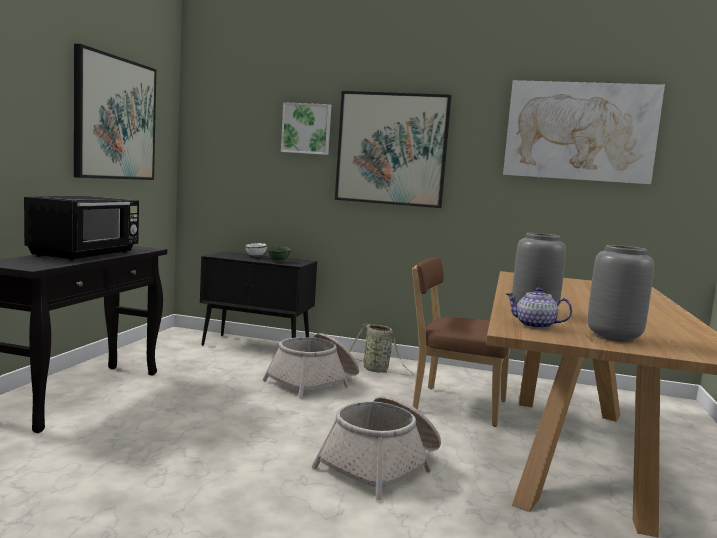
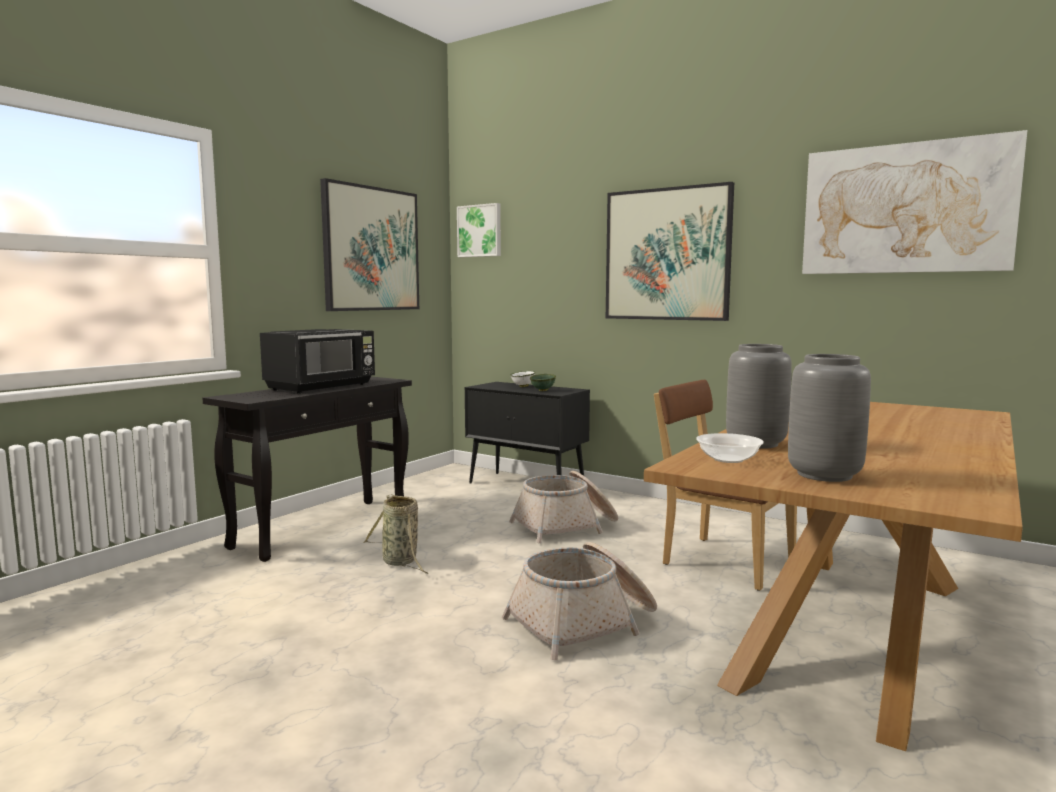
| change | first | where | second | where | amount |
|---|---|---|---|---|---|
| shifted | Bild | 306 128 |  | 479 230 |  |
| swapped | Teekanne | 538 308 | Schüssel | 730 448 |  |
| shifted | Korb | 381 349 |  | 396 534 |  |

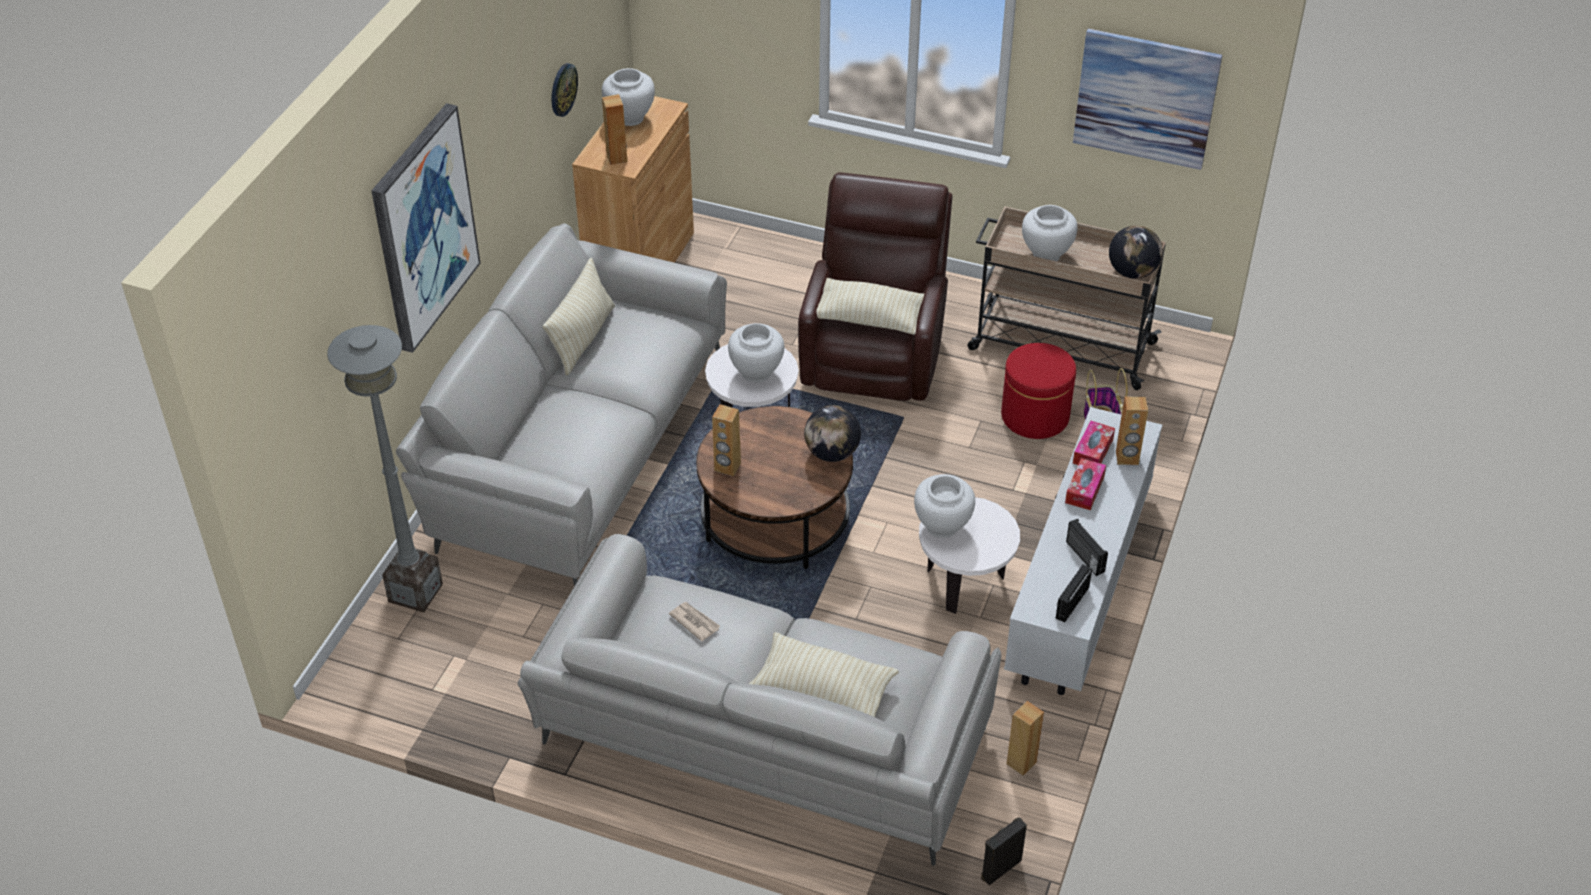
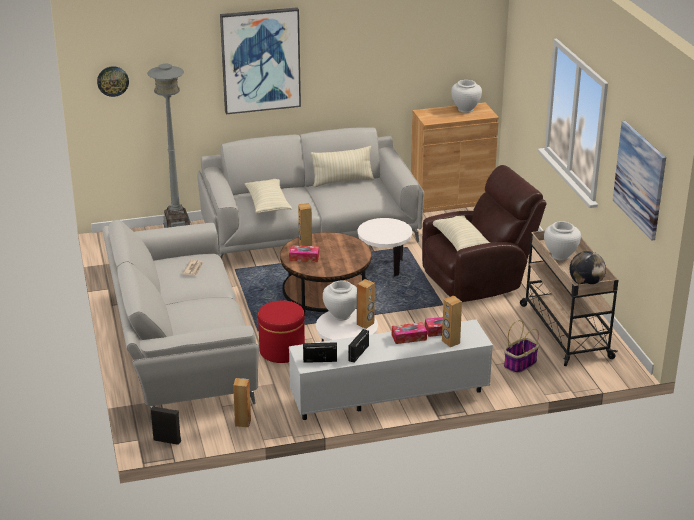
| change | first | where | second | where | amount |
|---|---|---|---|---|---|
| shifted | Wanduhr | 564 90 |  | 113 81 |  |
| shifted | Lautsprecher/braun | 614 129 |  | 366 304 |  |
| gone | Vase/weiß | 756 352 |  |  |  |
| shifted | Polsterhocker/rot | 1038 391 |  | 281 332 |  |
| gone | Globus | 832 433 |  |  |  |
| shifted | Kissen/beige | 824 674 |  | 268 196 |  |
| new |  |  | Taschentuchbox | 304 253 |  |

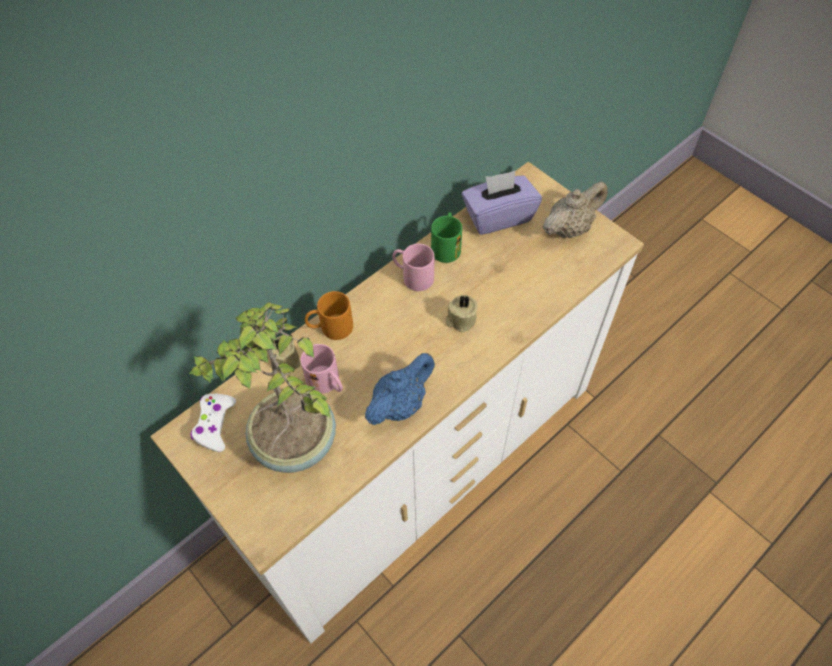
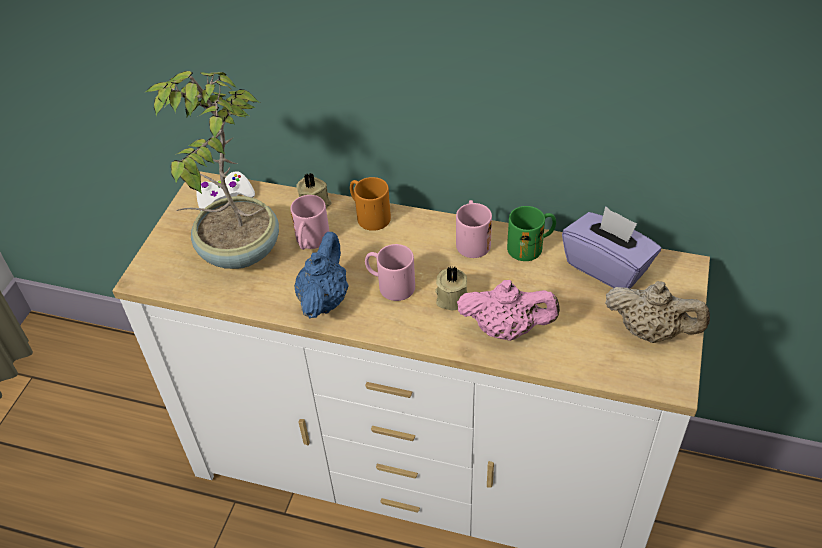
| change | first | where | second | where | amount |
|---|---|---|---|---|---|
| rotated | Teekanne/blau | 400 389 |  | 321 275 | 90 degrees counterclockwise |
| new |  |  | Henkelbecher/rosa | 390 272 |  |
| new |  |  | Teekanne/rosa | 508 310 |  |

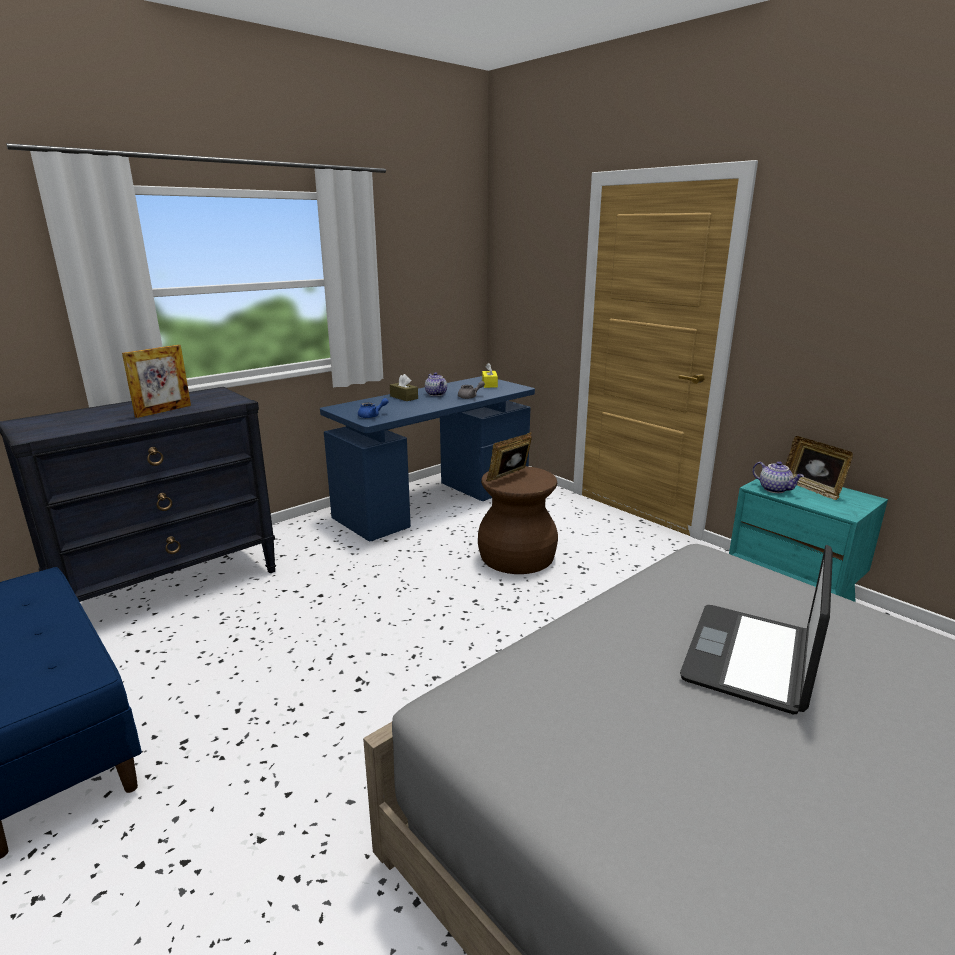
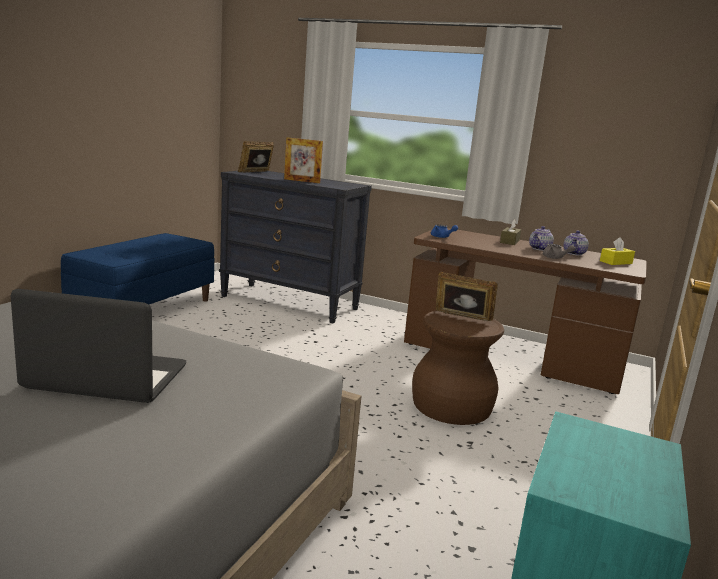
| change | first | where | second | where | amount |
|---|---|---|---|---|---|
| repainted | Schreibtisch/blau | 427 458 | Schreibtisch/braun | 525 311 |  |
| shifted | Bilderrahmen | 819 468 |  | 256 156 |  |
| shifted | Teekanne | 778 477 |  | 576 243 |  |

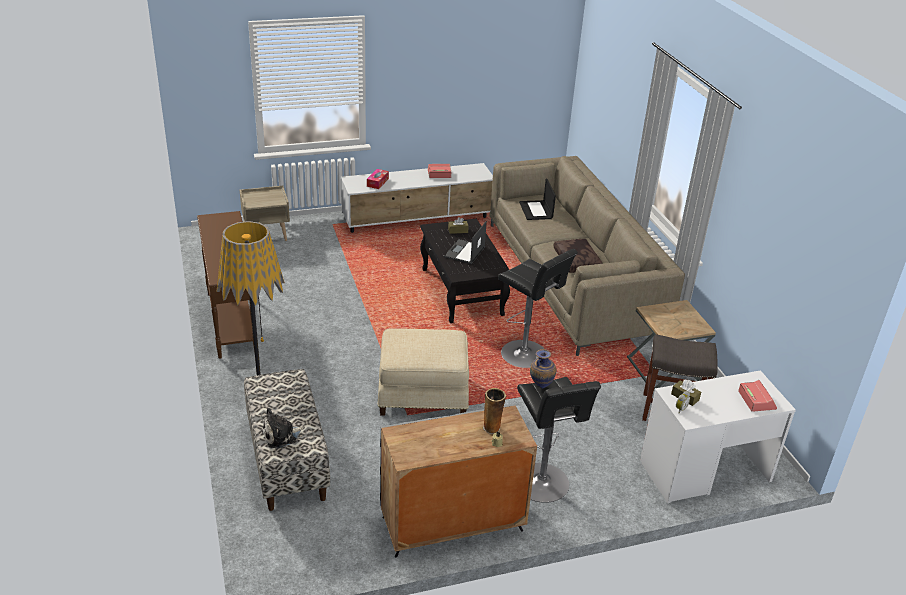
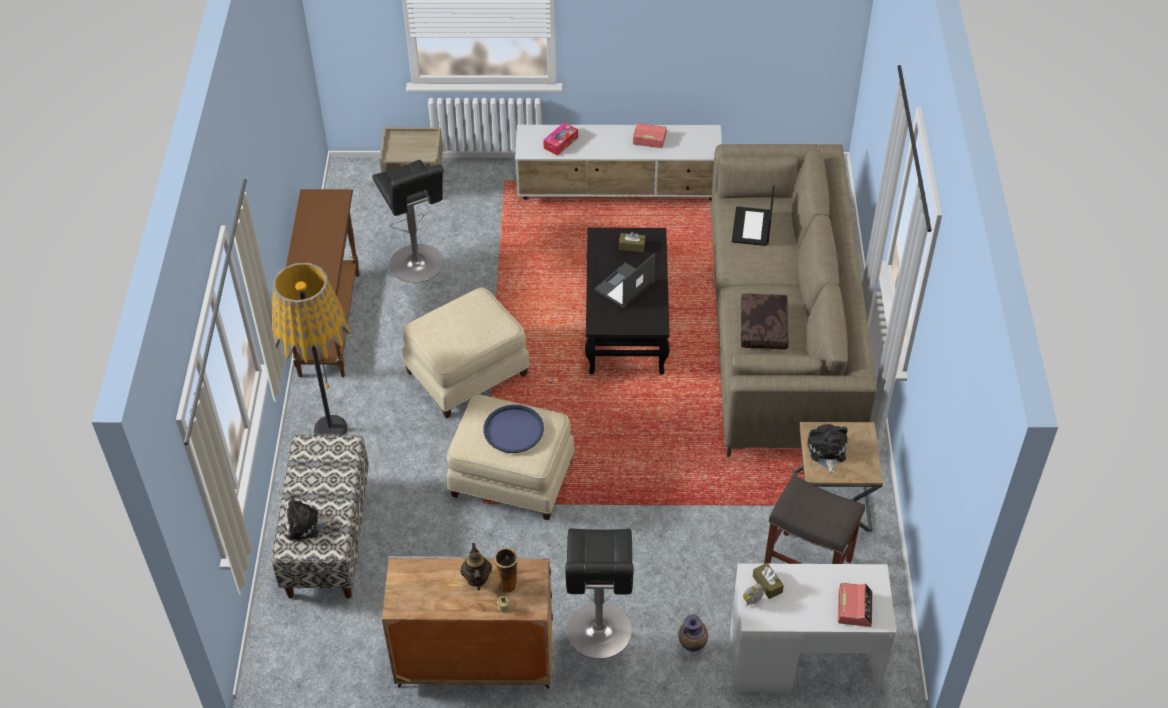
| change | first | where | second | where | amount |
|---|---|---|---|---|---|
| shifted | Hocker/schwarz | 538 308 |  | 408 221 |  |
| shifted | Vase | 543 369 |  | 693 633 |  |
| new |  |  | Polsterhocker/beige | 466 353 |  |
| new |  |  | Tablett/blau | 513 429 |  |
| new |  |  | Plüschtier | 827 449 |  |
| new |  |  | Teekanne | 476 566 |  |

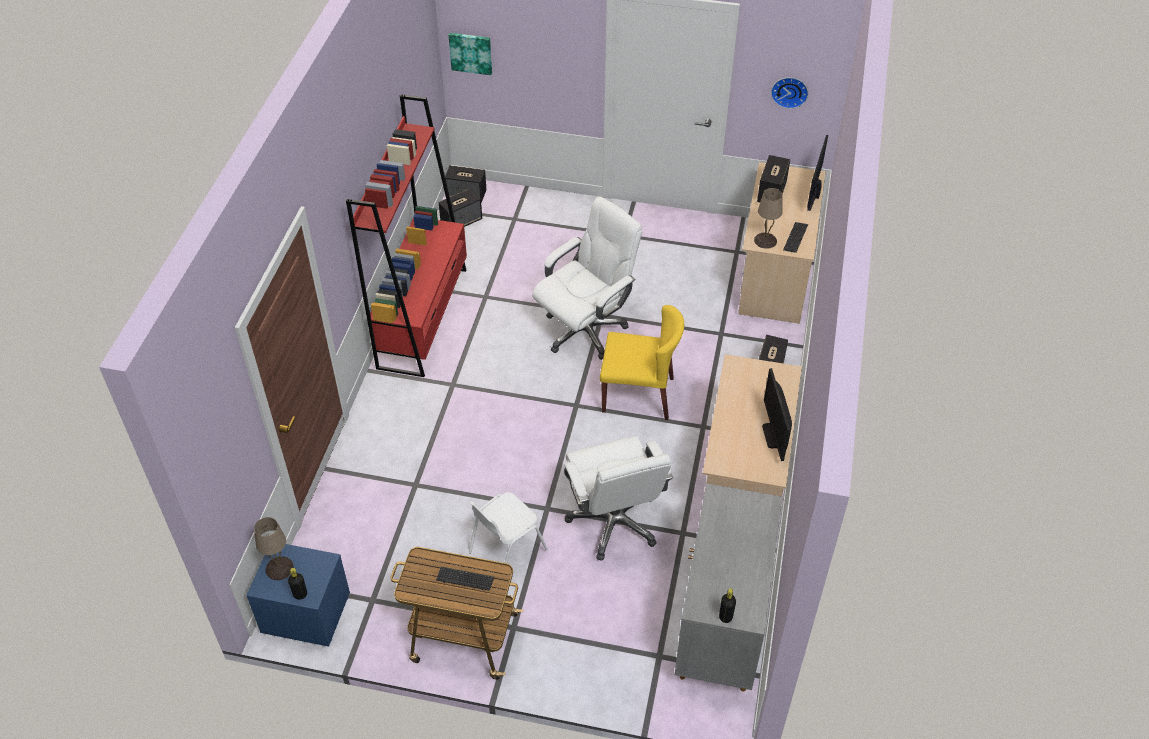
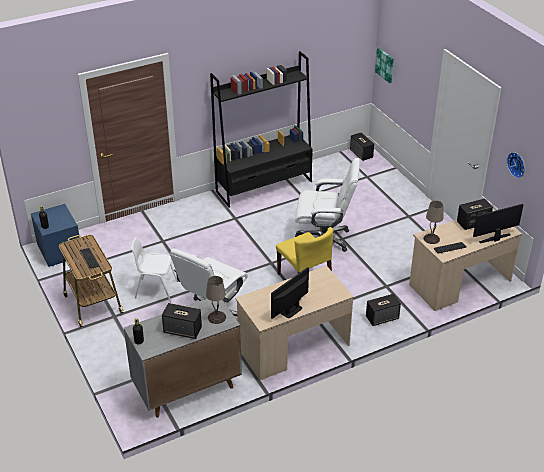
| change | first | where | second | where | amount |
|---|---|---|---|---|---|
| repainted | Bücherregal/rot | 406 235 | Bücherregal/schwarz | 261 129 |  |
| shifted | Lautsprecher | 460 207 |  | 182 321 |  |
| shifted | Tischlampe/beige | 274 548 |  | 216 300 |  |

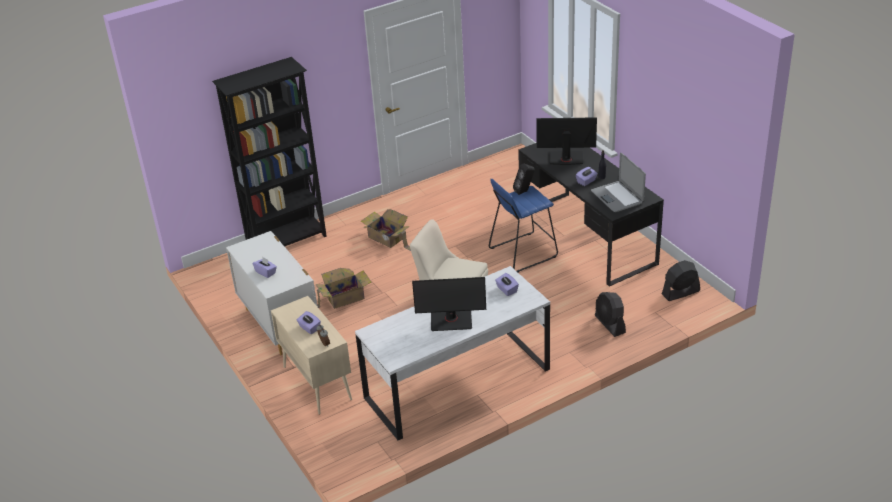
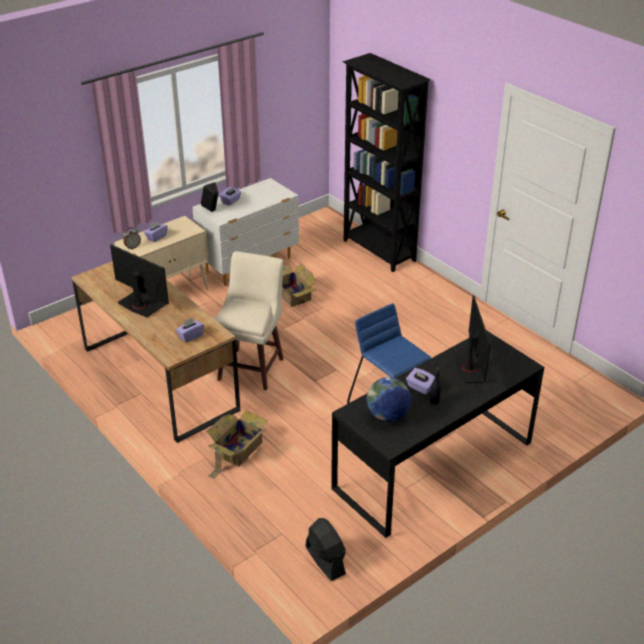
| change | first | where | second | where | amount |
|---|---|---|---|---|---|
| swapped | Laptop | 618 182 | Globus | 389 399 |  |
| shifted | Lautsprecher/schwarz | 524 179 |  | 209 197 |  |
| shifted | Karton | 386 230 |  | 237 445 |  |
| repainted | Schreibtisch/weiß | 452 353 | Schreibtisch/braun | 156 348 |  |
| rotated | Monitor | 449 304 |  | 139 280 | 135 degrees clockwise |
| gone | Ventilator/schwarz | 610 314 |  |  |  |

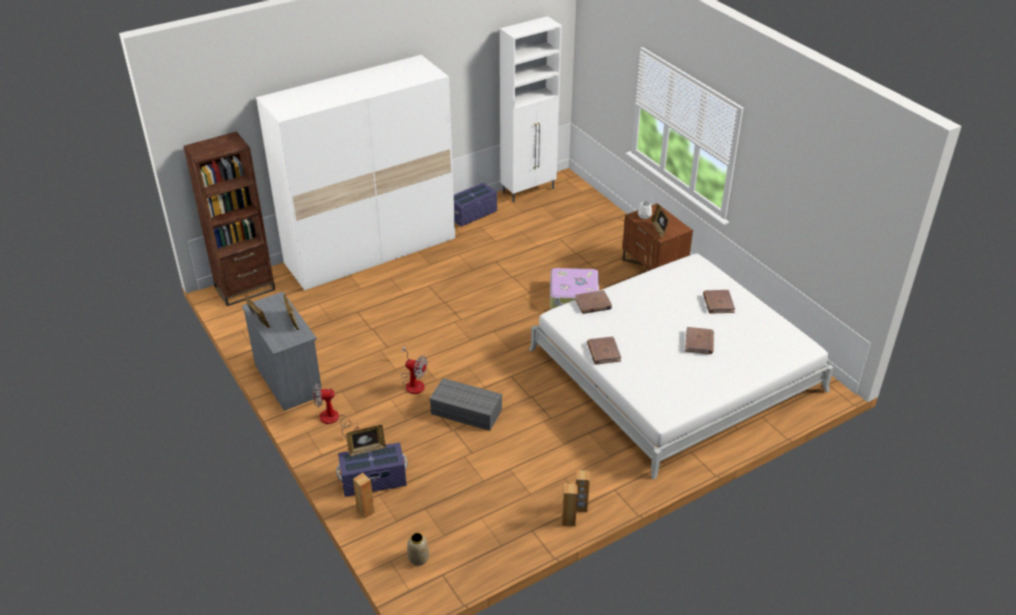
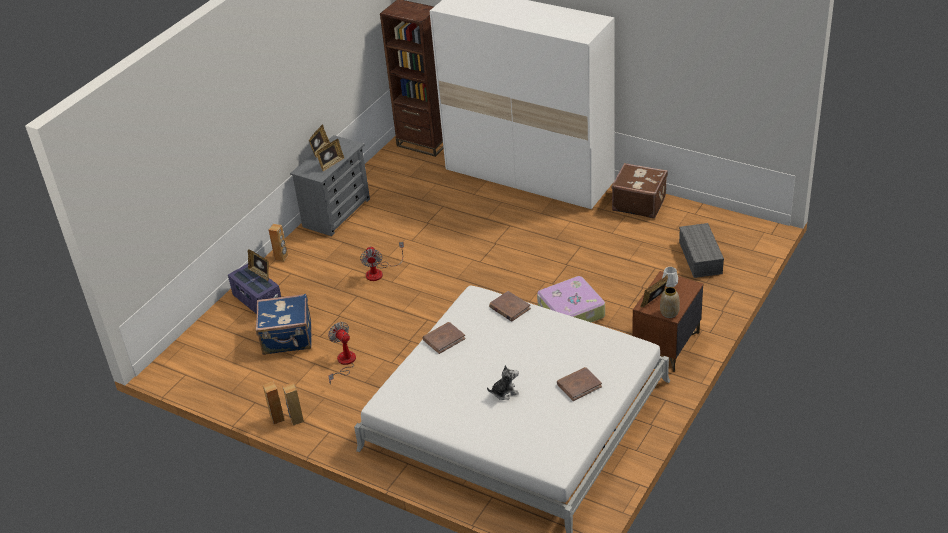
| change | first | where | second | where | amount |
|---|---|---|---|---|---|
| gone | Schrank/weiß | 531 109 |  |  |  |
| swapped | Aufbewahrungsbox/lila | 475 205 | Koffer/braun | 639 190 |  |
| swapped | Buch/braun | 699 340 | Plüschtier | 503 382 |  |
| shifted | Aufbewahrungsbox/grau | 466 404 |  | 701 250 |  |
| shifted | Ventilator | 336 410 |  | 342 353 |  |
| shifted | Lautsprecher/braun | 364 495 |  | 278 242 |  |
| shifted | Vase | 418 549 |  | 670 302 |  |
| new |  |  | Koffer/blau | 284 324 |  |

